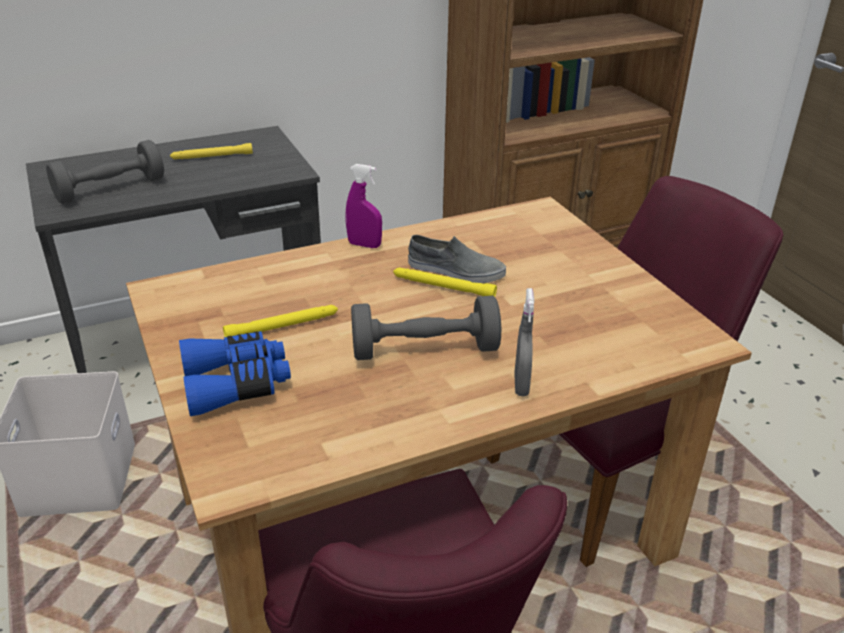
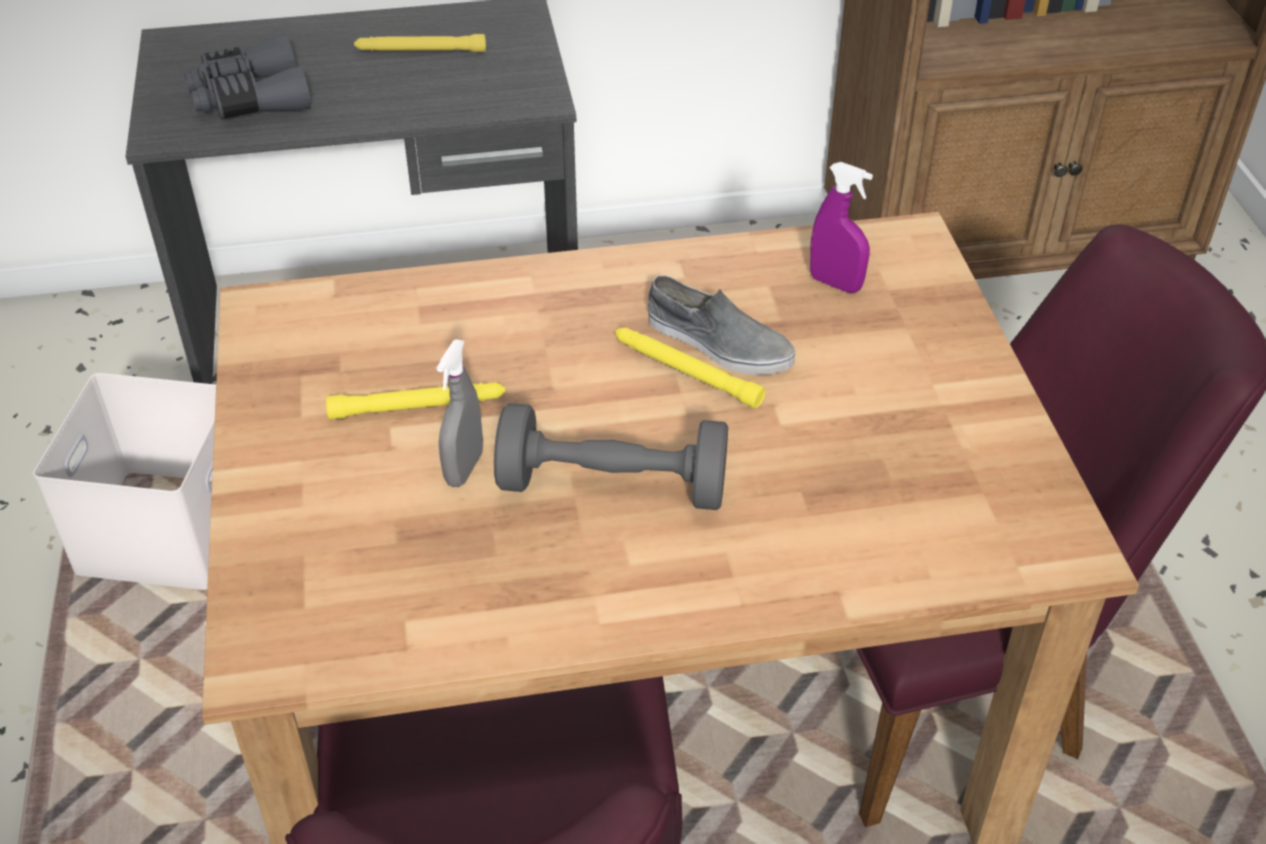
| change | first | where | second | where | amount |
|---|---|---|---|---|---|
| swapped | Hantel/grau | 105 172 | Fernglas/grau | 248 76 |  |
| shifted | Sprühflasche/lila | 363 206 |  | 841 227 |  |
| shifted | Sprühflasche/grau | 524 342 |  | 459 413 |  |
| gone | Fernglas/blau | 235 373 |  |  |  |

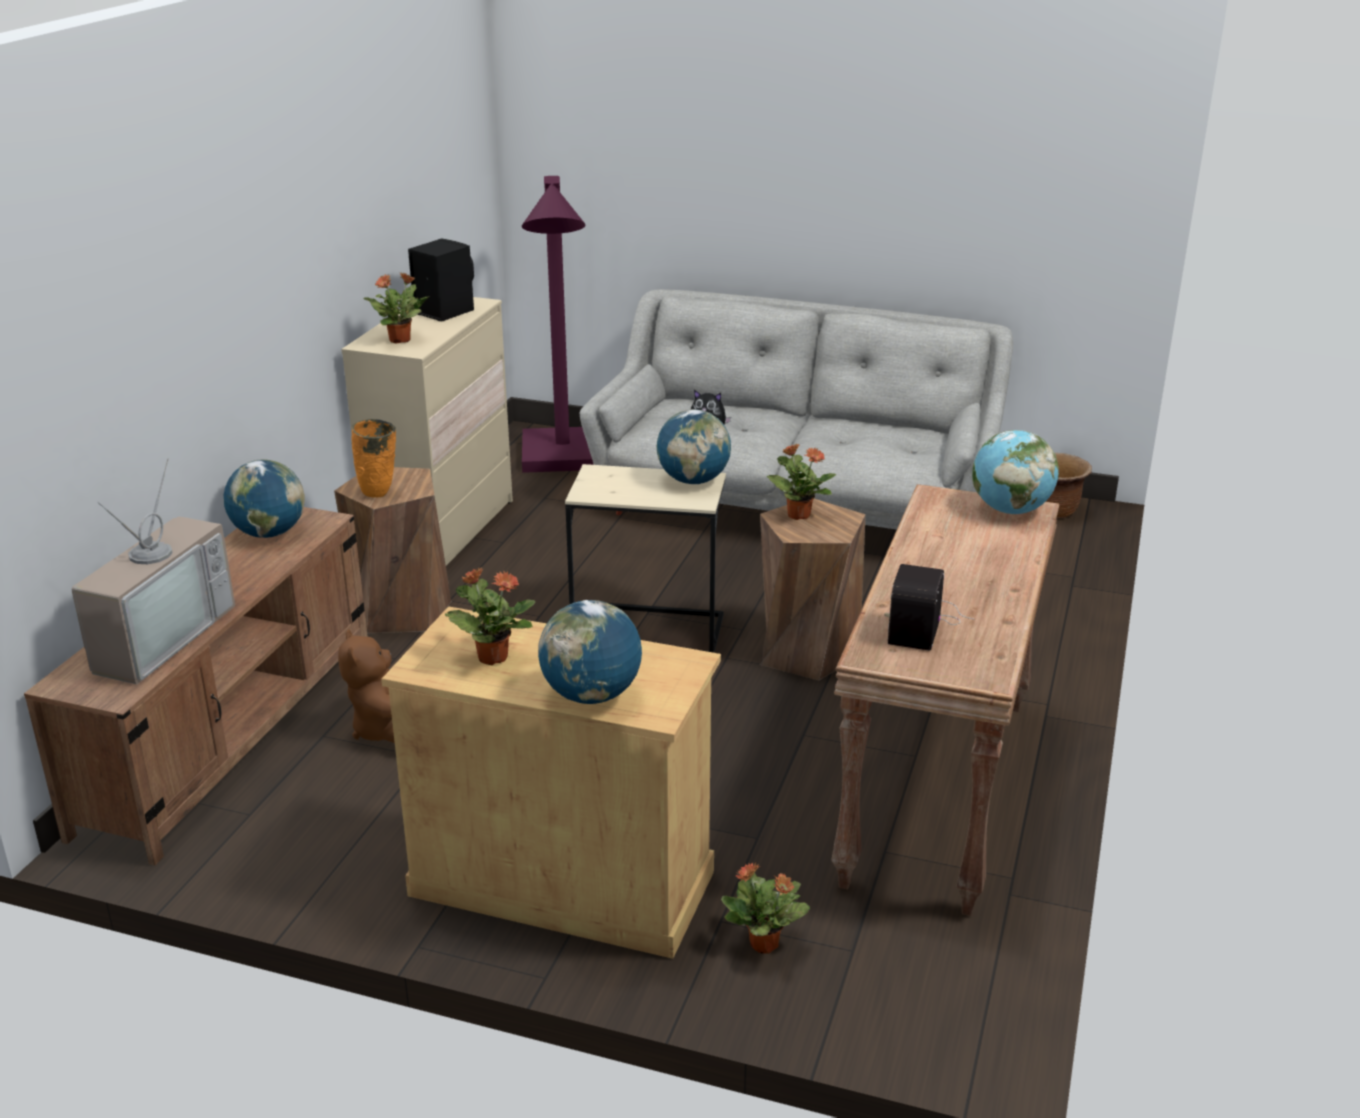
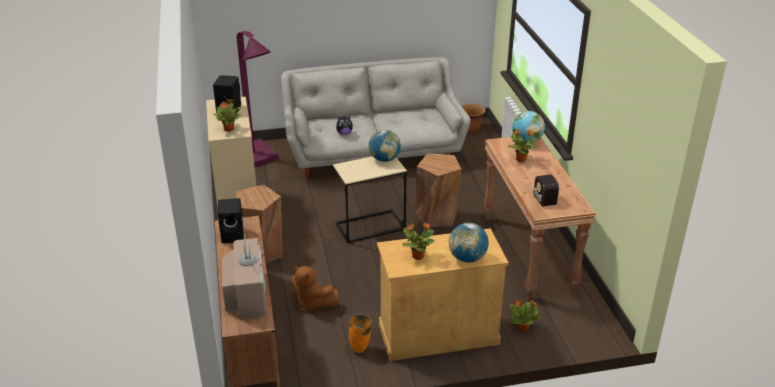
| change | first | where | second | where | amount |
|---|---|---|---|---|---|
| shifted | Vase/orange | 373 458 |  | 360 334 |  |
| shifted | Topfpflanze | 801 481 |  | 522 145 |  |
| swapped | Globus | 264 498 | Lautsprecher/schwarz | 231 220 |  |

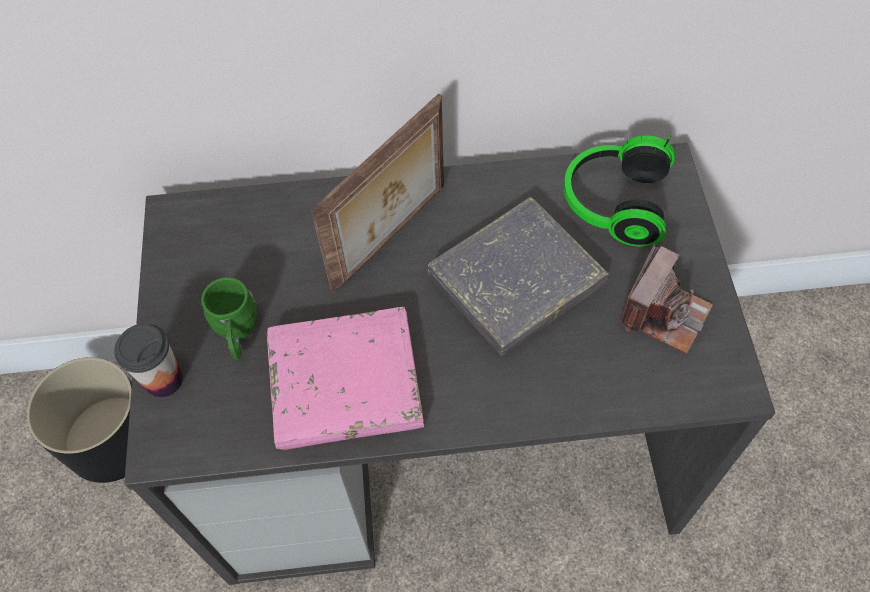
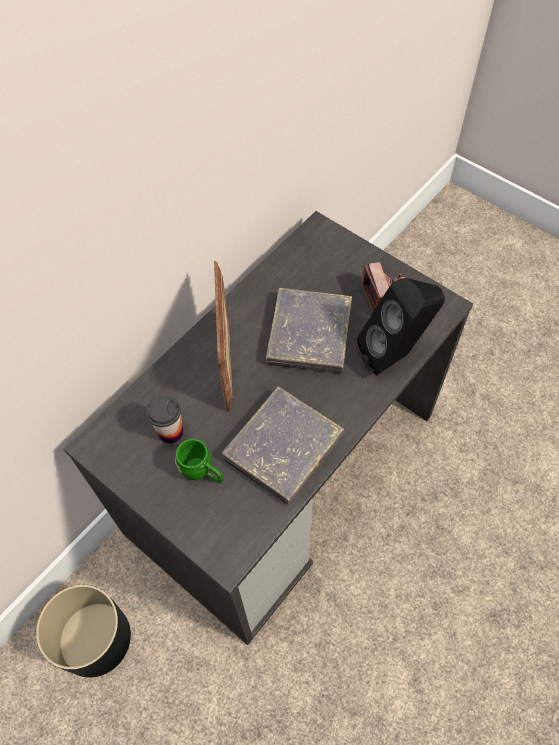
| change | first | where | second | where | amount |
|---|---|---|---|---|---|
| gone | Kopfhörer | 619 190 |  |  |  |
| repainted | Buch/rosa | 345 378 | Buch/grau | 283 446 |  |
| shifted | Tasse | 148 360 |  | 164 420 |  |
| new |  |  | Lautsprecher/schwarz | 401 327 |  |

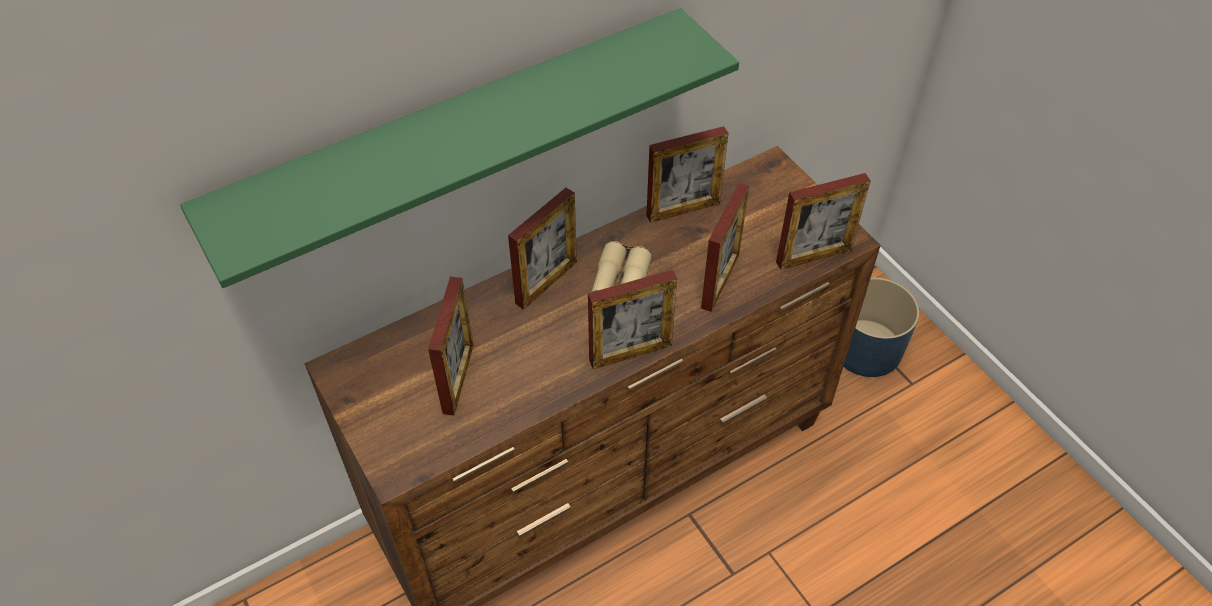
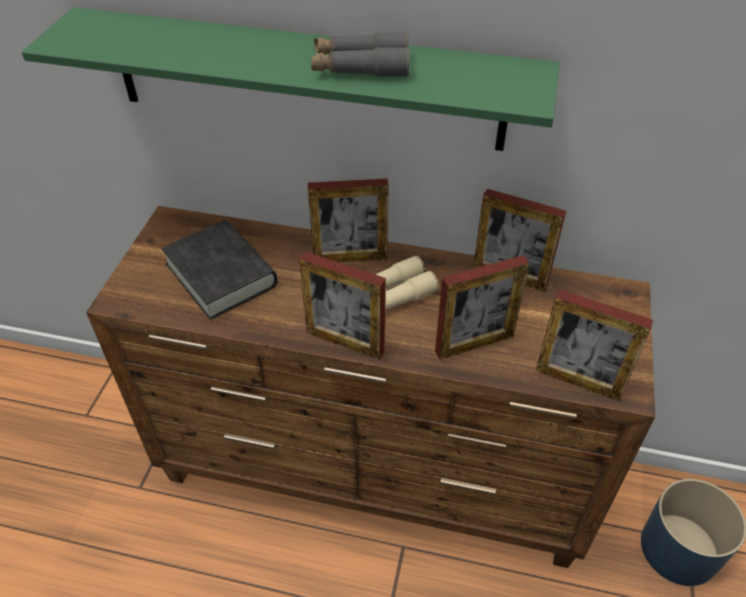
| change | first | where | second | where | amount |
|---|---|---|---|---|---|
| swapped | Bilderrahmen | 450 346 | Buch/schwarz | 219 270 |  |
| new |  |  | Fernglas/grau | 360 54 |  |

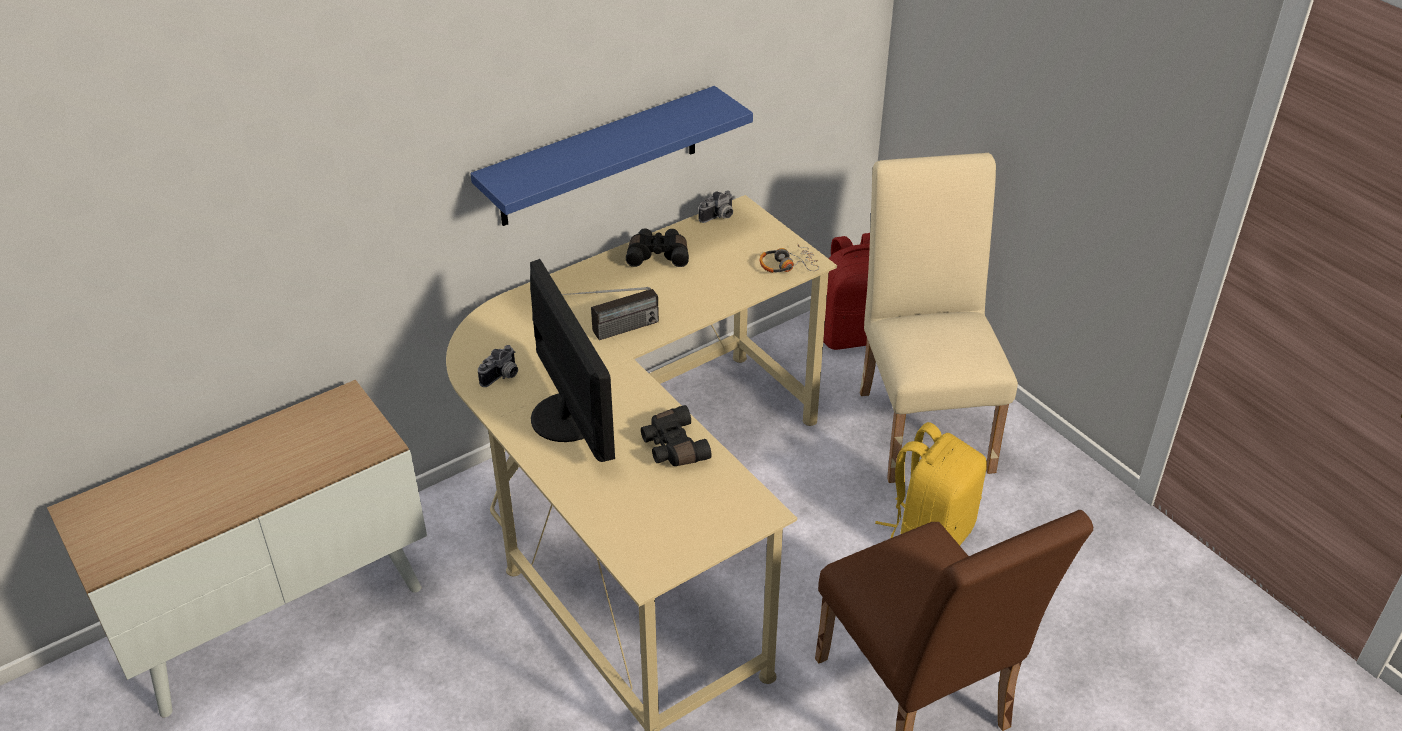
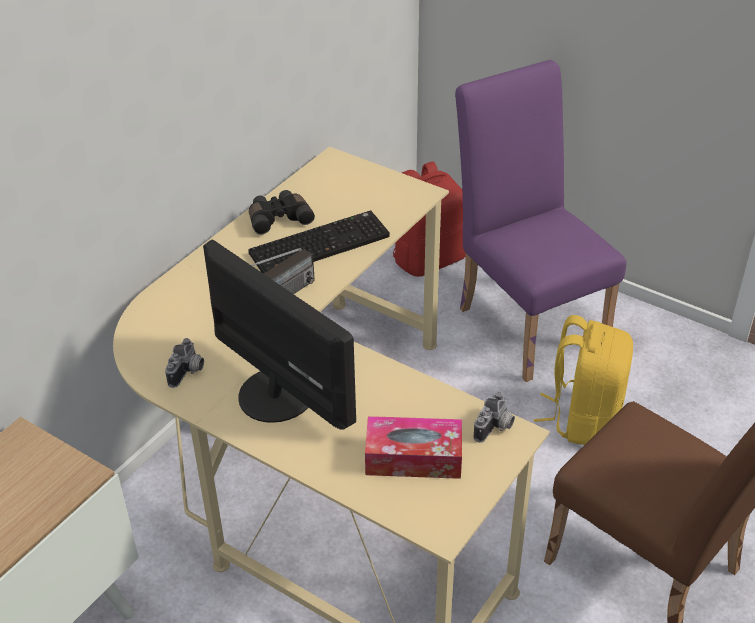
| change | first | where | second | where | amount |
|---|---|---|---|---|---|
| gone | Wandregal/blau | 611 156 |  |  |  |
| repainted | Stuhl/beige | 939 318 | Stuhl/lila | 541 221 |  |
| shifted | Kamera | 716 206 |  | 494 417 |  |
| gone | Kopfhörer | 789 258 |  |  |  |
| gone | Fernglas/schwarz | 676 435 |  |  |  |
| new |  |  | Tastatur | 319 242 |  |
| new |  |  | Taschentuchbox | 413 447 |  |

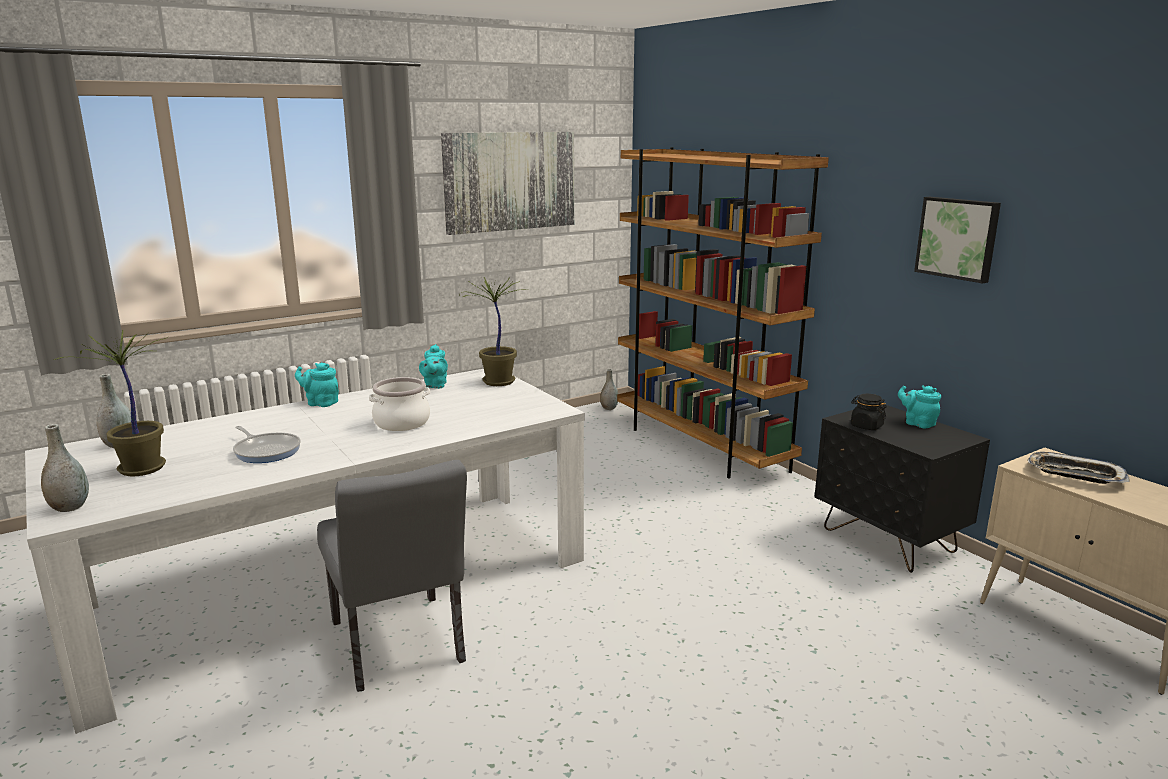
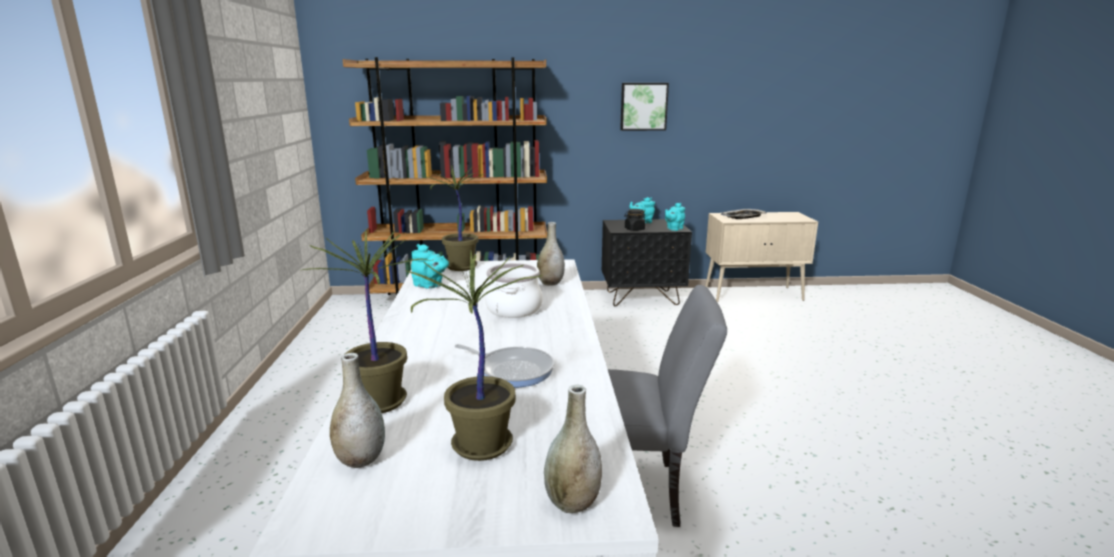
| change | first | where | second | where | amount |
|---|---|---|---|---|---|
| gone | Bild | 507 183 |  |  |  |
| shifted | Teekanne/türkis | 317 385 |  | 675 217 |  |
| shifted | Vase/grau | 609 389 |  | 551 254 |  |
| rotated | Pfanne | 267 444 |  | 504 365 | 45 degrees clockwise |
| new |  |  | Topfpflanze | 367 321 |  |

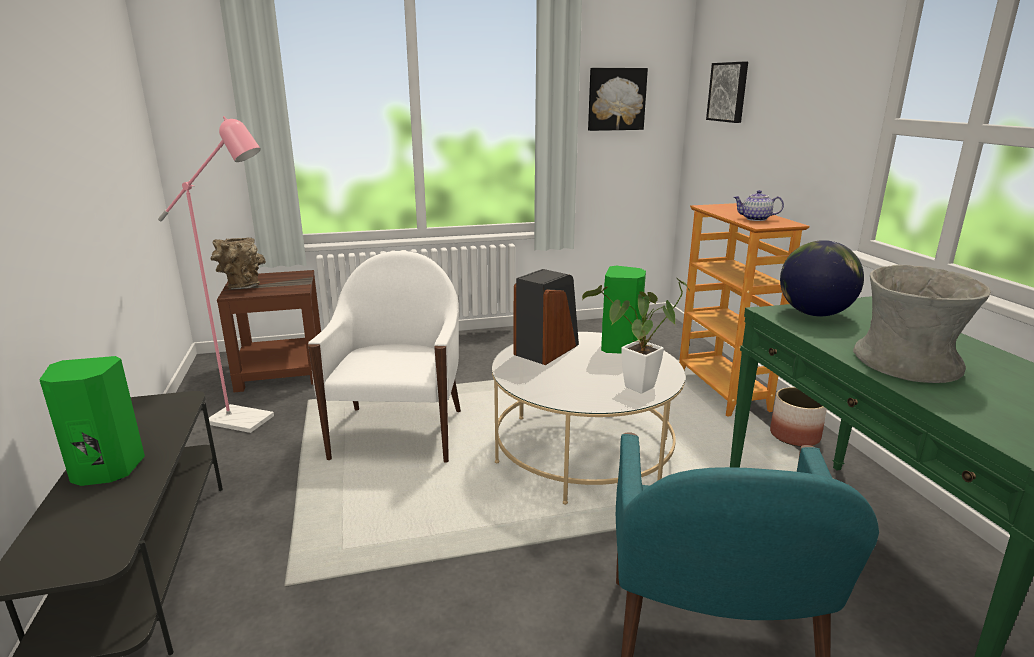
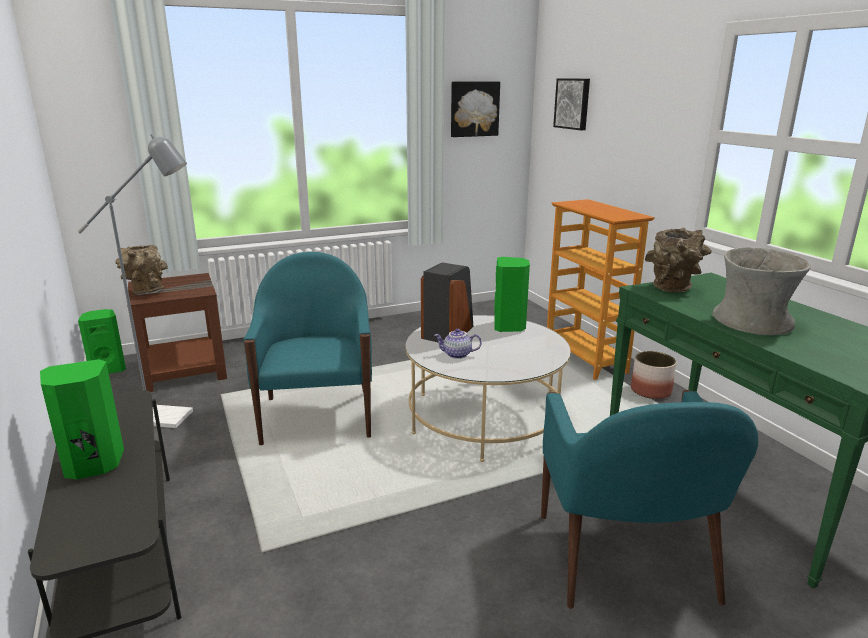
| change | first | where | second | where | amount |
|---|---|---|---|---|---|
| repainted | Stehlampe/rosa | 216 274 | Stehlampe/grau | 135 281 |  |
| shifted | Teekanne | 759 205 |  | 458 344 |  |
| swapped | Globus | 822 278 | Vase/braun | 678 260 |  |
| repainted | Sessel/weiß | 384 356 | Sessel/türkis | 308 348 |  |
| gone | Topfpflanze | 636 335 |  |  |  |
| new |  |  | Lautsprecher/grün | 102 341 |  |

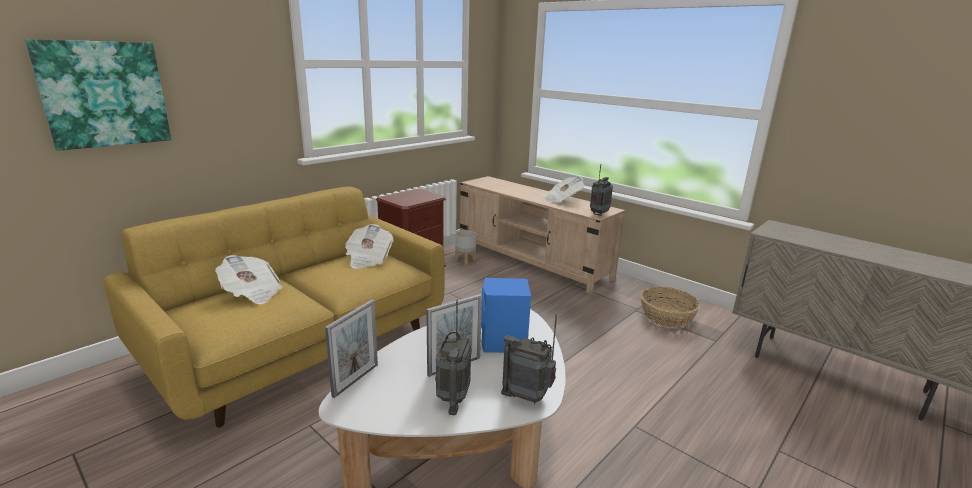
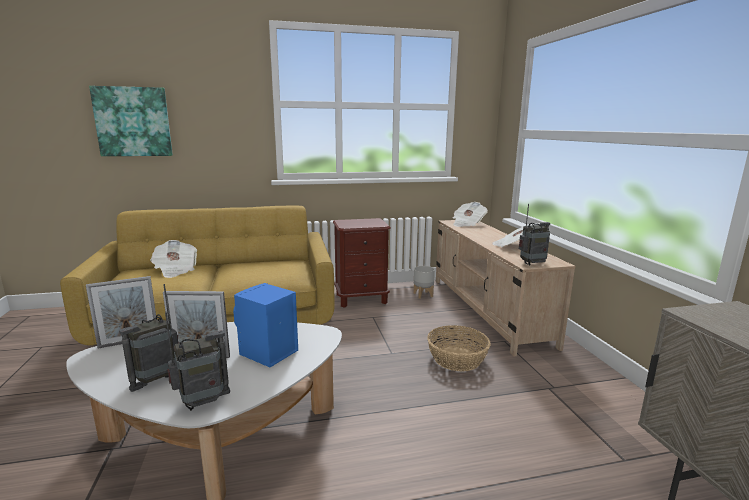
| change | first | where | second | where | amount |
|---|---|---|---|---|---|
| shifted | Zeitung | 369 246 |  | 470 214 |  |
| shifted | Korb | 670 307 |  | 459 348 |  |
| rotated | Radio | 529 359 |  | 197 361 | 90 degrees clockwise |

